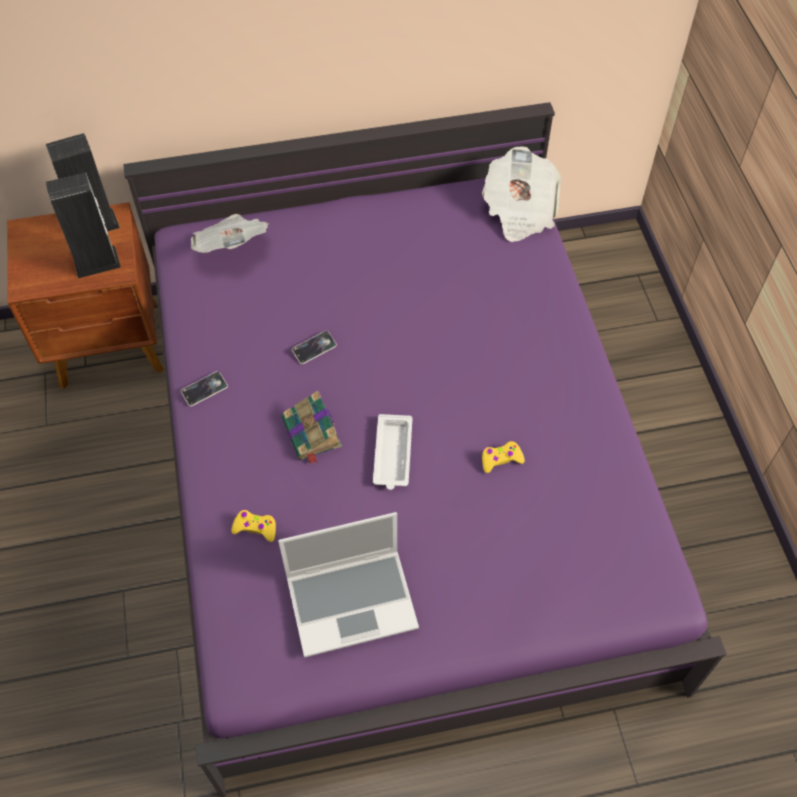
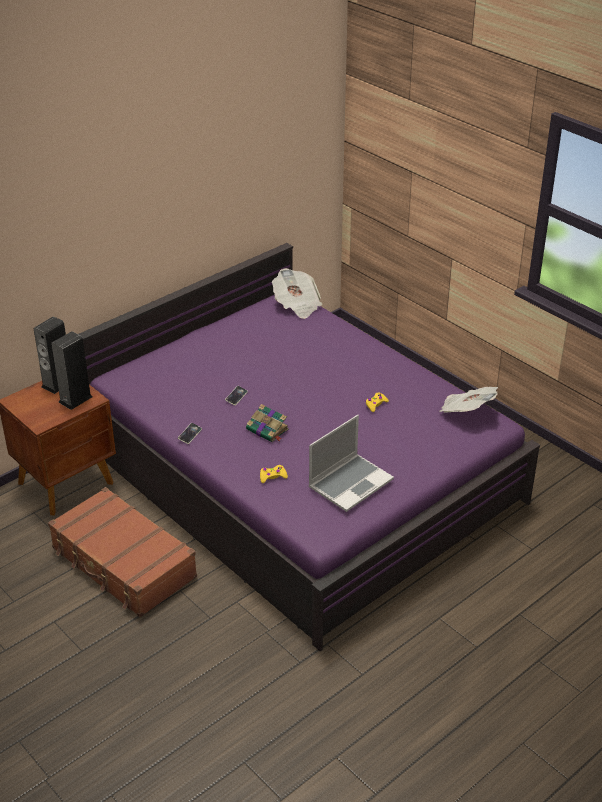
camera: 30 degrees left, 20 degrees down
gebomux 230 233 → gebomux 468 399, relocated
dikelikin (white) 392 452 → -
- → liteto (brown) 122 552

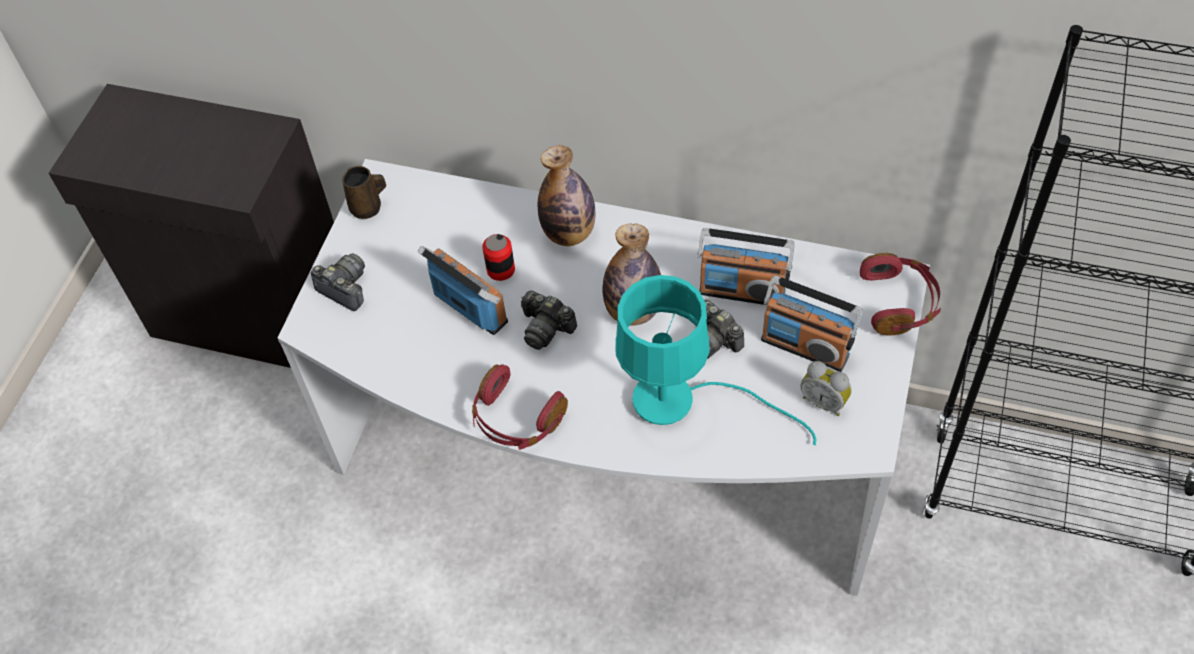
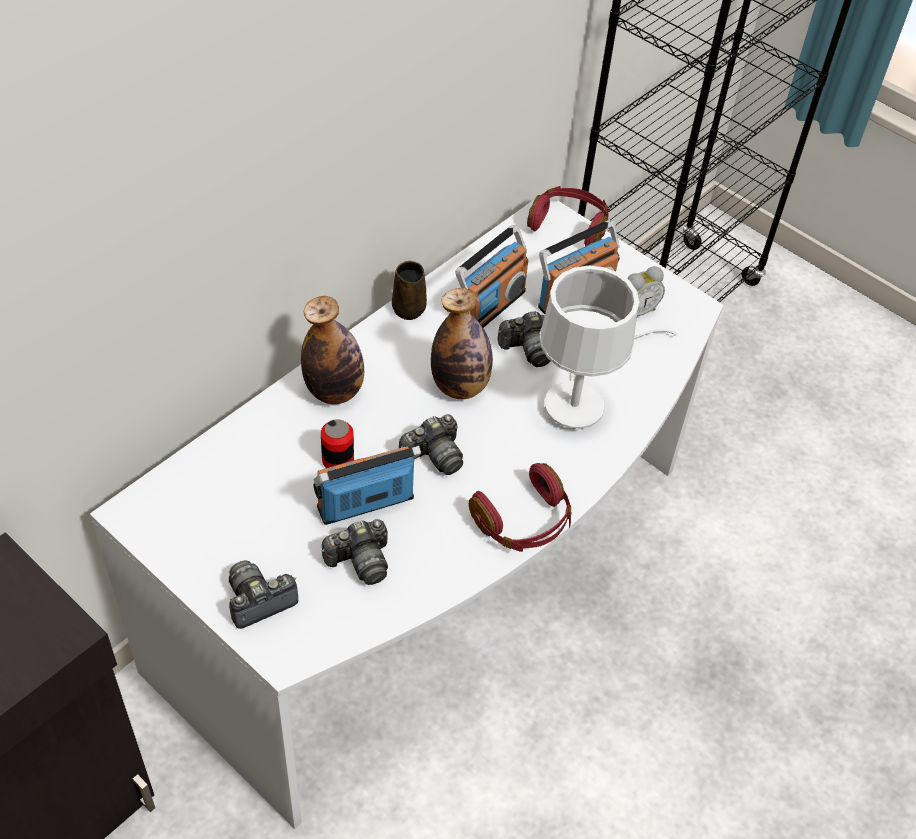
camera: 70 degrees left, 5 degrees down
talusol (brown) 364 192 → talusol (brown) 409 290, relocated
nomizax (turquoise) 715 360 → nomizax (white) 608 347
- → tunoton 355 552

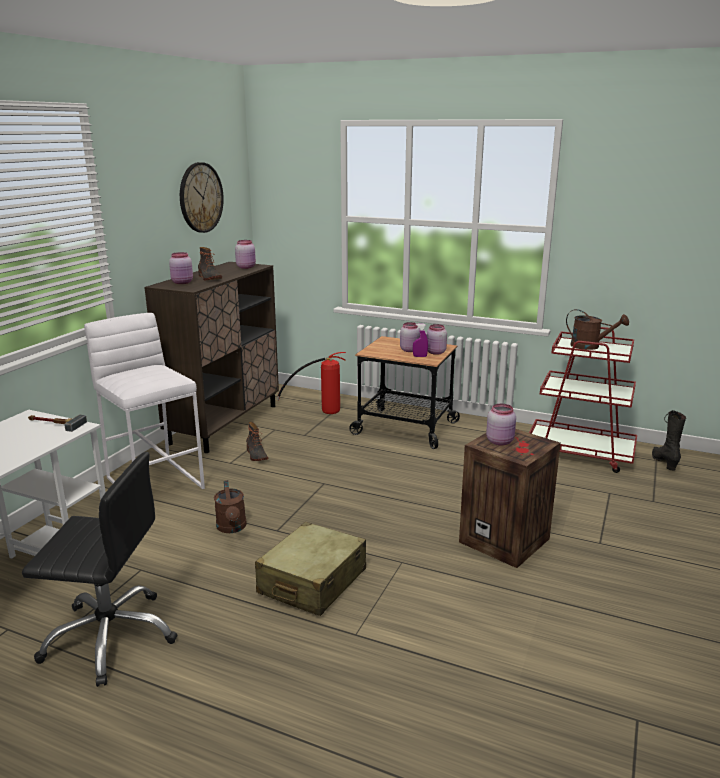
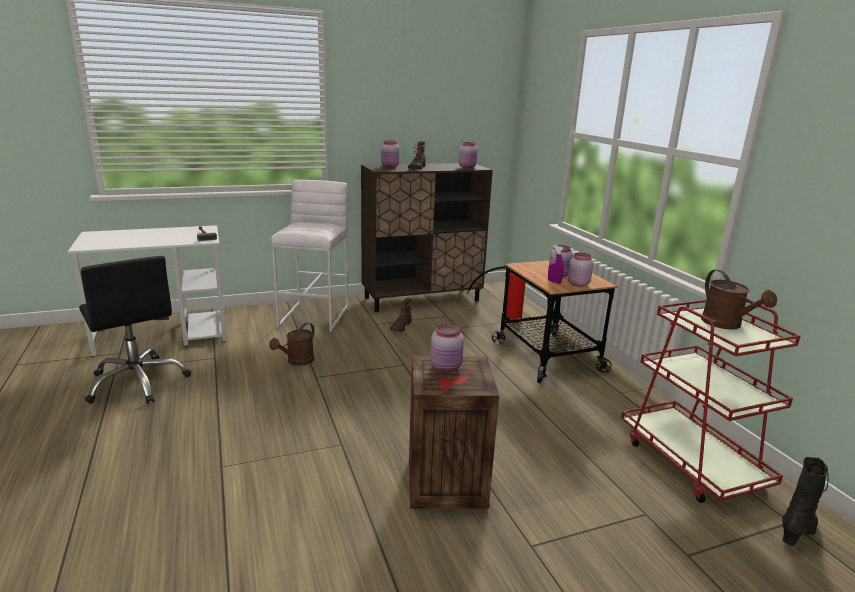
camera: 45 degrees right, 0 degrees up
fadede 202 197 → -
liteto (beige) 310 569 → -

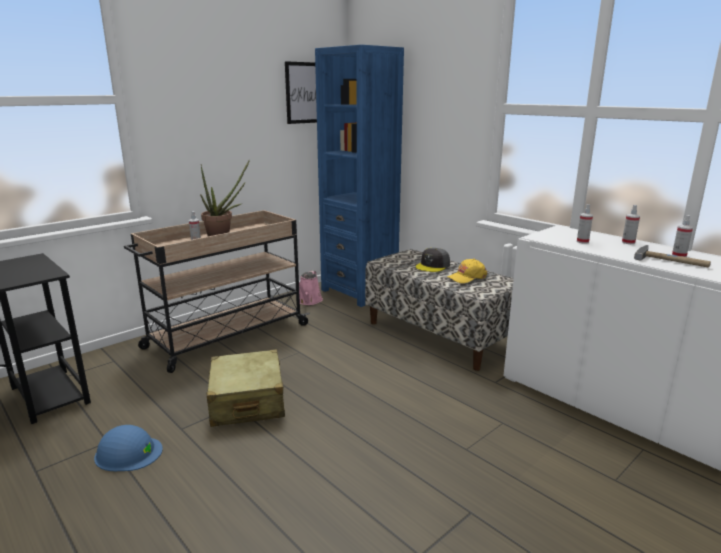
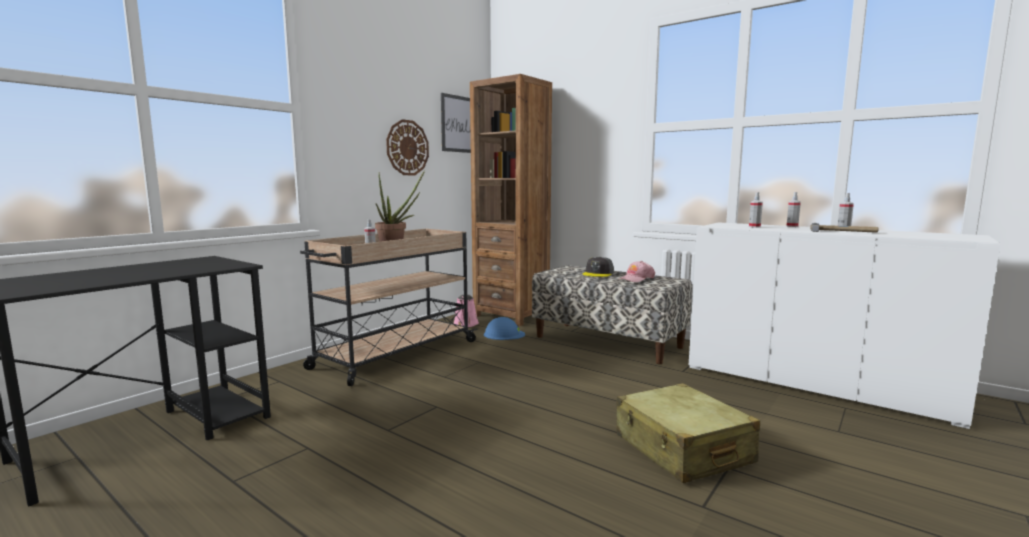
camera: 10 degrees left, 10 degrees down
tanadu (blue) 359 176 → tanadu (brown) 511 200
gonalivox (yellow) 467 271 → gonalivox (pink) 637 271
liteto (beige) 245 388 → liteto (beige) 688 433, relocated
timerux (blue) 128 448 → timerux (blue) 504 328, relocated
- → fadede 407 147

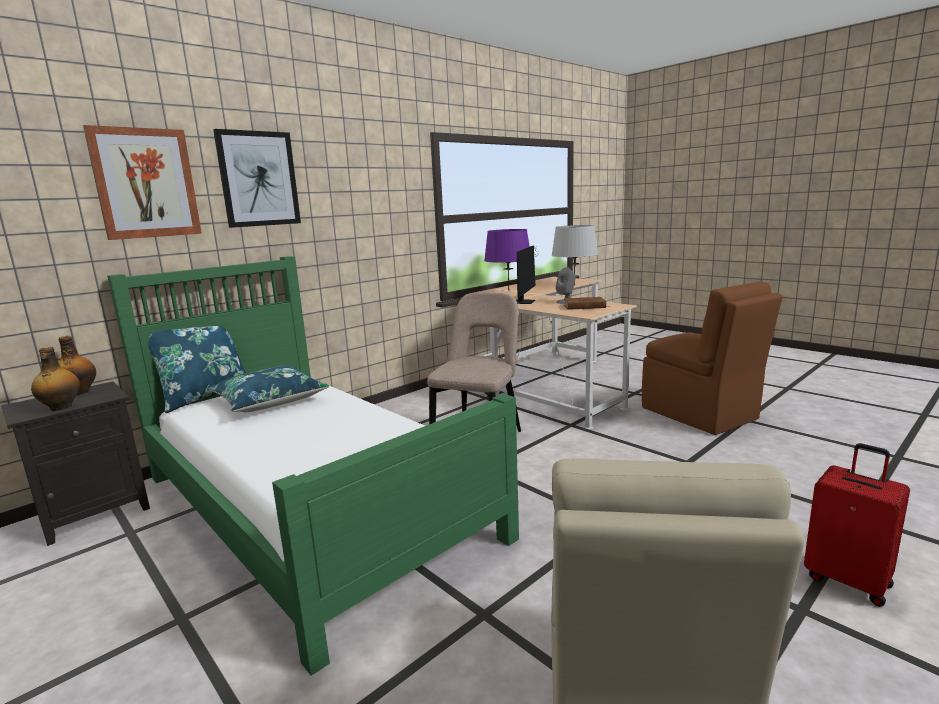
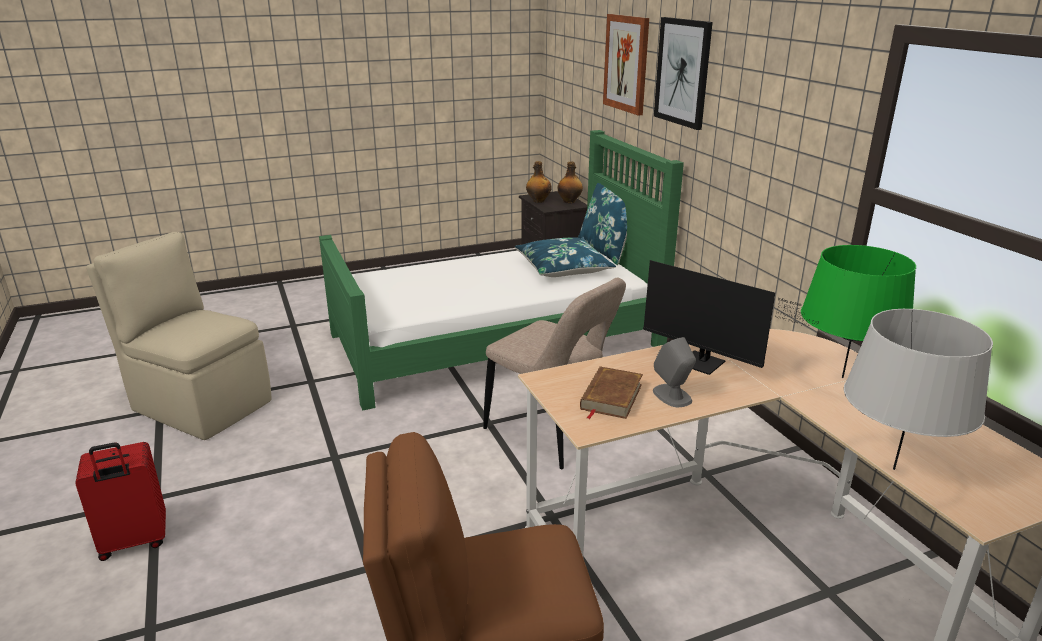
camera: 110 degrees right, 10 degrees up
nomizax (purple) 507 260 → nomizax (green) 858 311

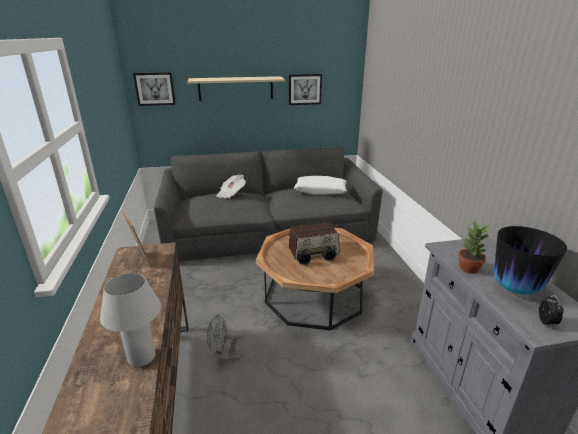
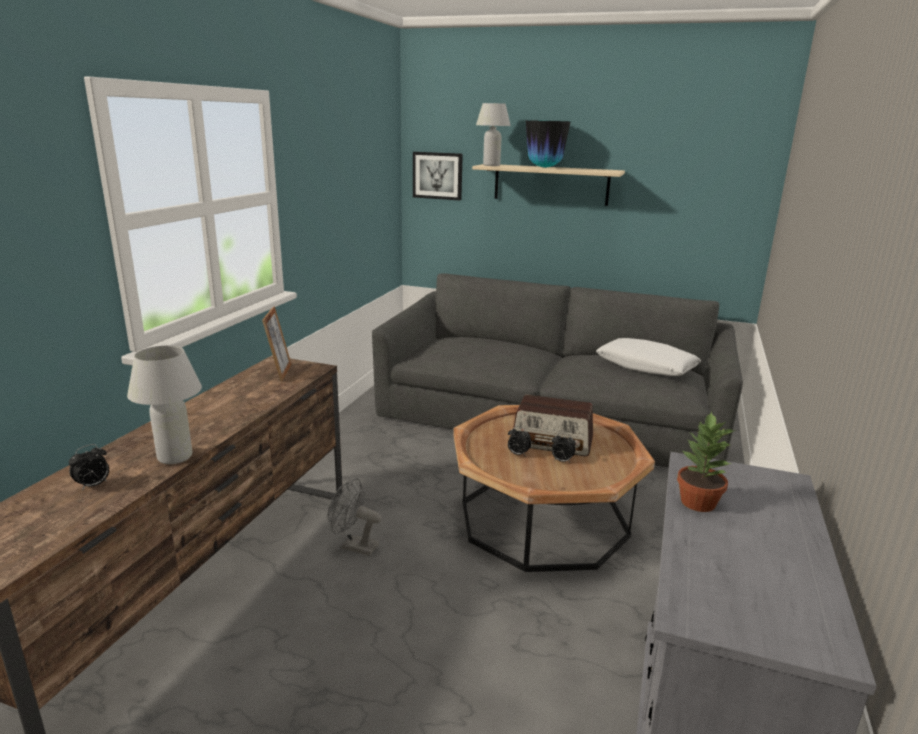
camera: 30 degrees right, 5 degrees down
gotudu 305 89 → -
gebomux 231 186 → -
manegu 530 260 → manegu 548 144, relocated
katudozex 551 312 → katudozex 89 467, relocated
- → nomizax (white) 493 134

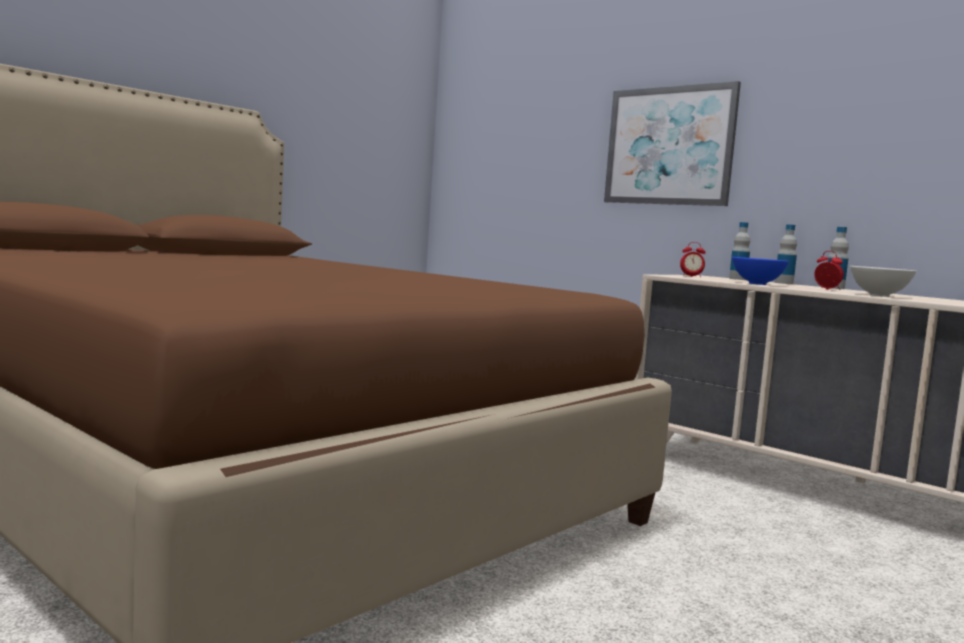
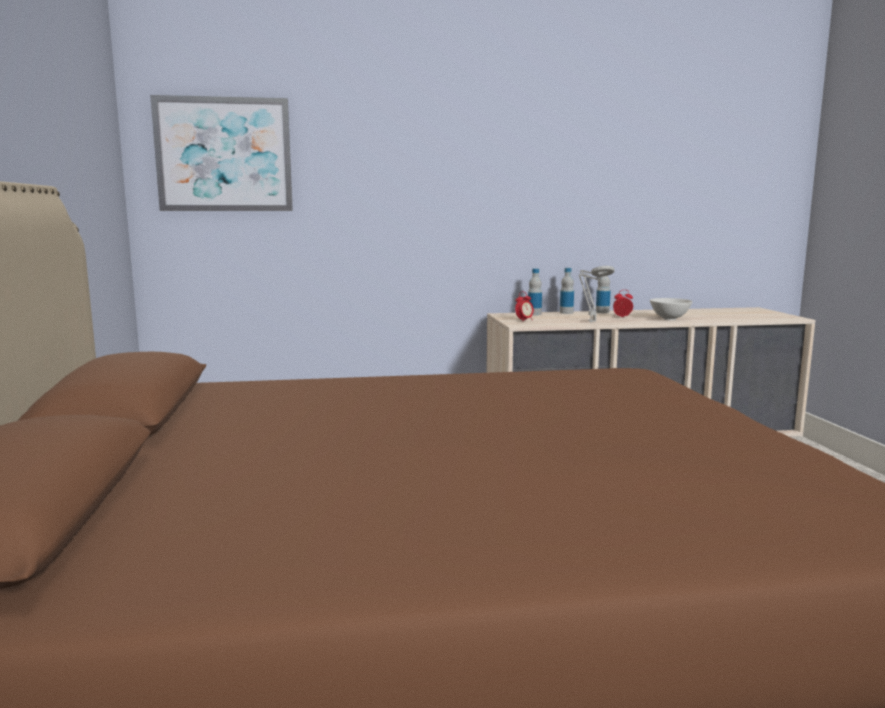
camera: 50 degrees left, 5 degrees up
gotudu 672 143 → gotudu 221 153, relocated
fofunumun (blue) 760 271 → nomizax (grey) 597 294

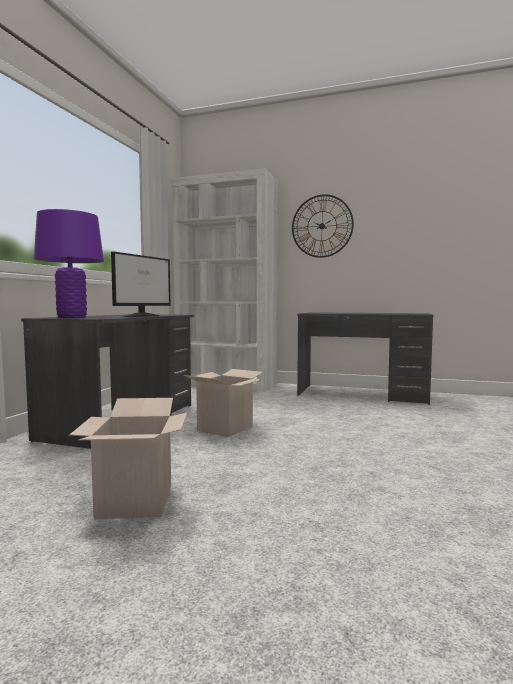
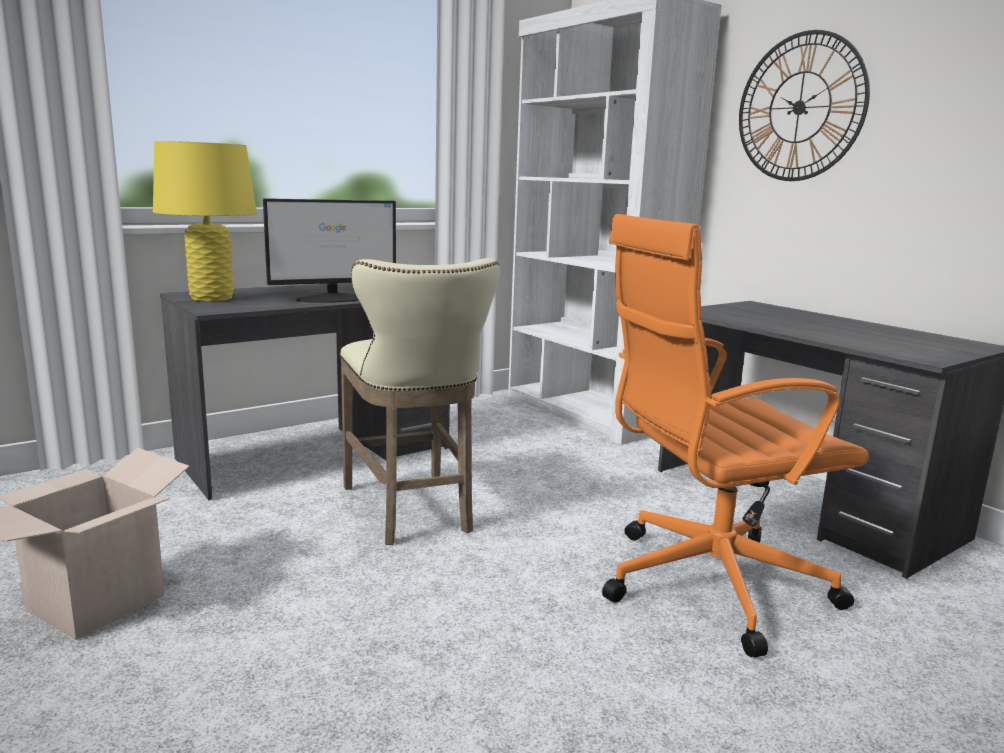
camera: 35 degrees right, 10 degrees up
nomizax (purple) 69 263 → nomizax (yellow) 205 221
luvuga 223 403 → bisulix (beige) 419 401
- → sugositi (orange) 735 435

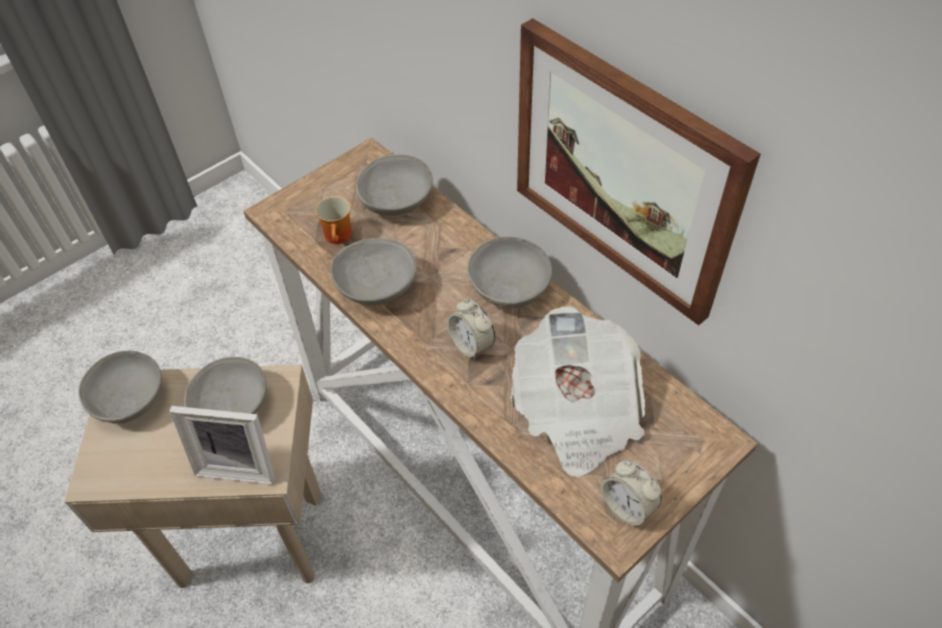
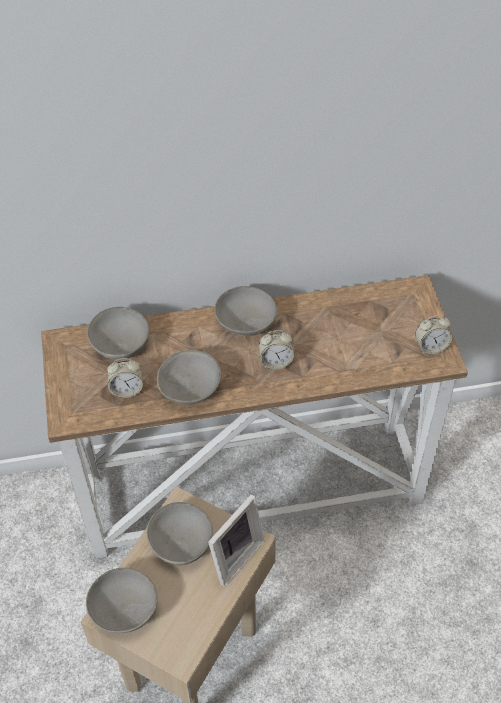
camera: 60 degrees left, 0 degrees up
gotudu 639 171 → -
talusol 333 220 → katudozex 125 378
gebomux 577 391 → -

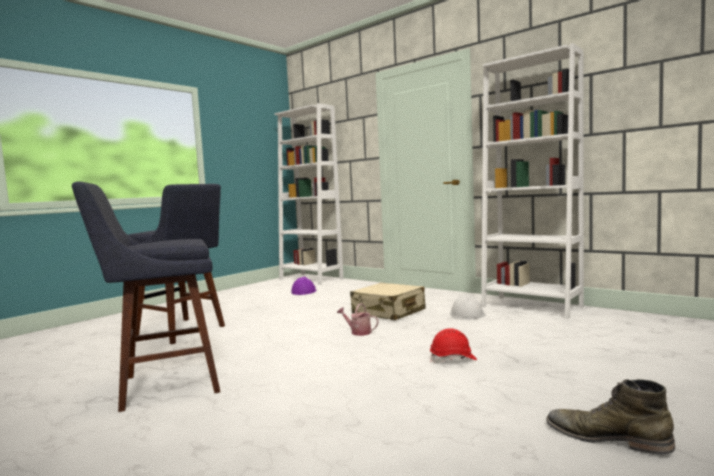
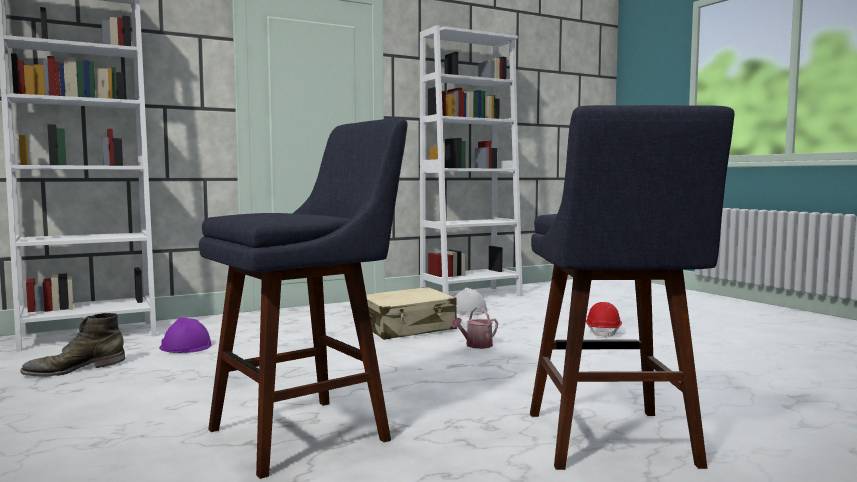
camera: 70 degrees left, 0 degrees up
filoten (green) 610 417 → filoten (green) 72 345, relocated

